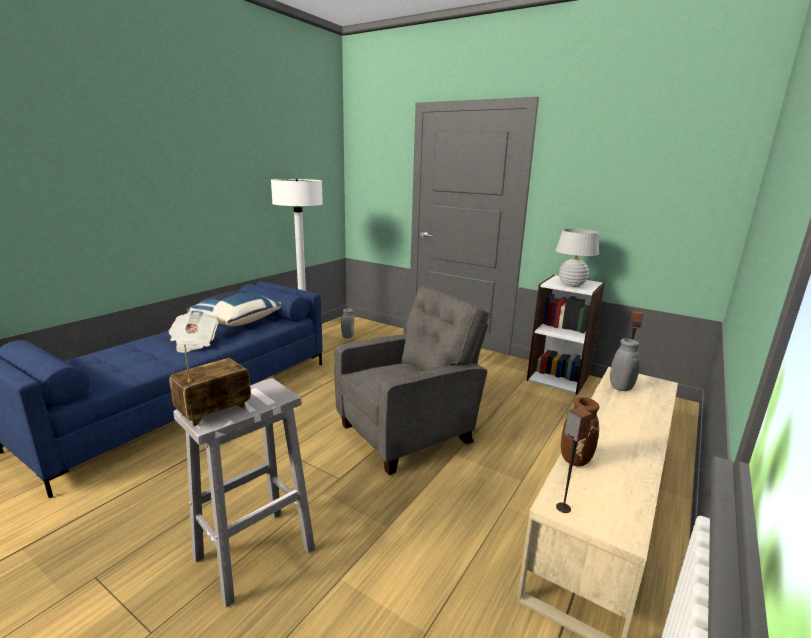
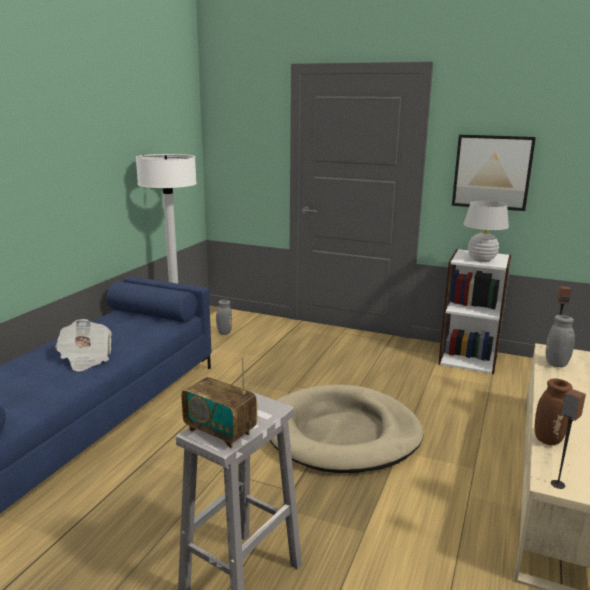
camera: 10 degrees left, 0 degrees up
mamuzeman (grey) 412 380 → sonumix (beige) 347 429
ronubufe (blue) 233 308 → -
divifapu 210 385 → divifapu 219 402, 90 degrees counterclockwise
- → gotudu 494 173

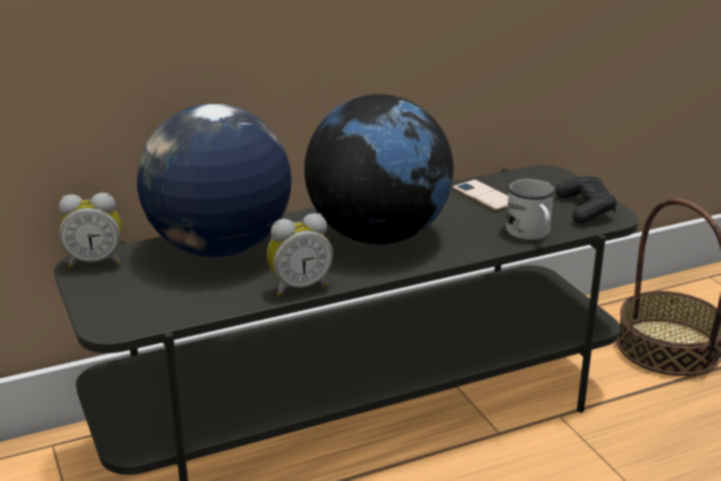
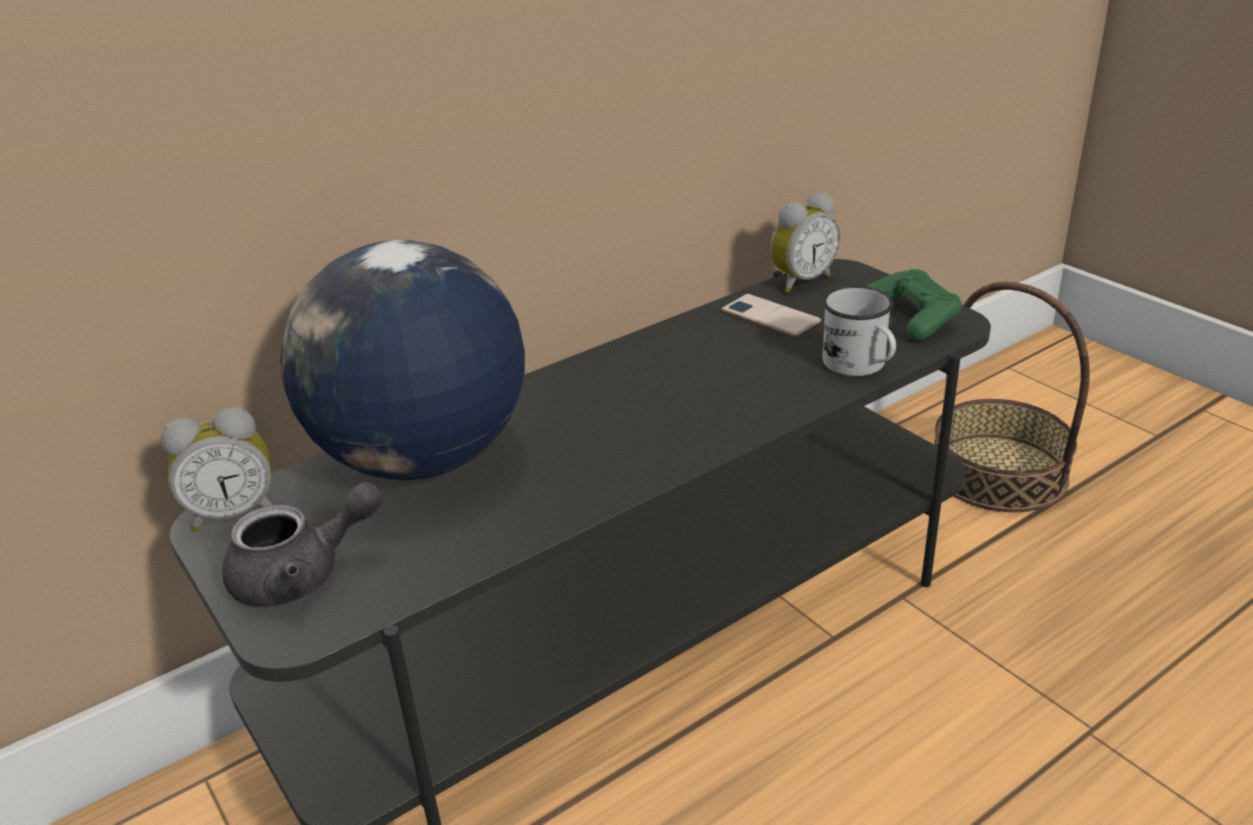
camera: 10 degrees left, 5 degrees up
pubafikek 378 169 → -
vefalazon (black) 586 200 → vefalazon (green) 914 305
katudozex 300 255 → katudozex 805 242, relocated
- → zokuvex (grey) 302 544

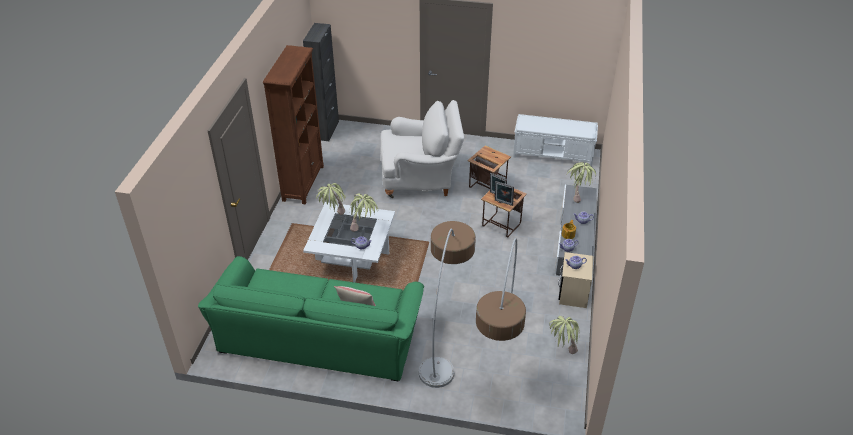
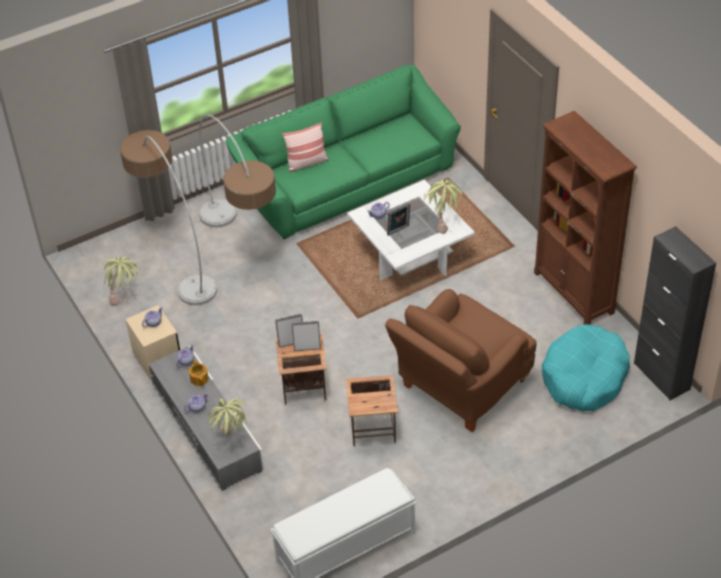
camera: 140 degrees right, 5 degrees up
mamuzeman (white) 422 149 → mamuzeman (brown) 461 360
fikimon 363 212 → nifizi 398 219
- → sonumix (turquoise) 586 367

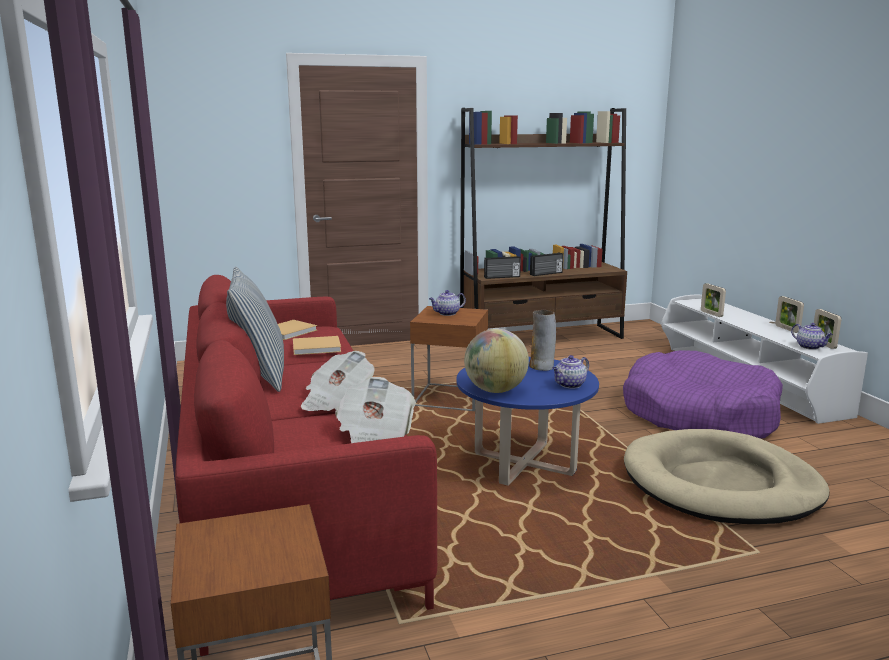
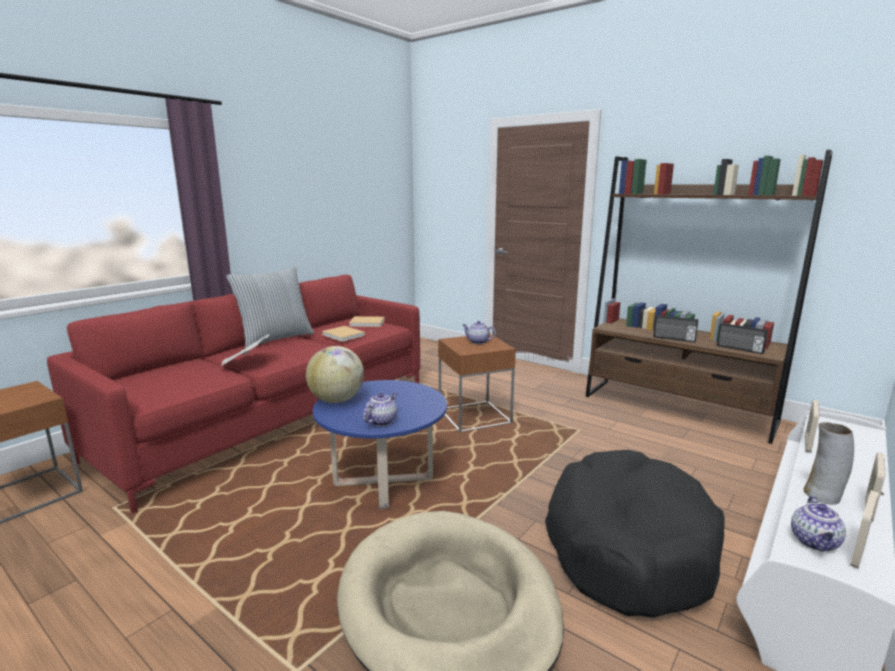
camera: 55 degrees right, 0 degrees up
divifapu 502 267 → divifapu 742 338, relocated
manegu 542 340 → manegu 829 463, relocated
sonumix (purple) 703 394 → sonumix (black) 635 534
zokuvex 570 371 → zokuvex 380 409, 105 degrees clockwise
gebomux 375 410 → -

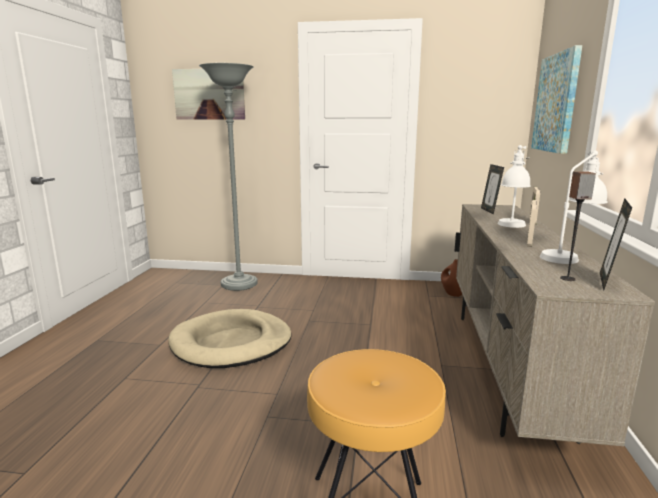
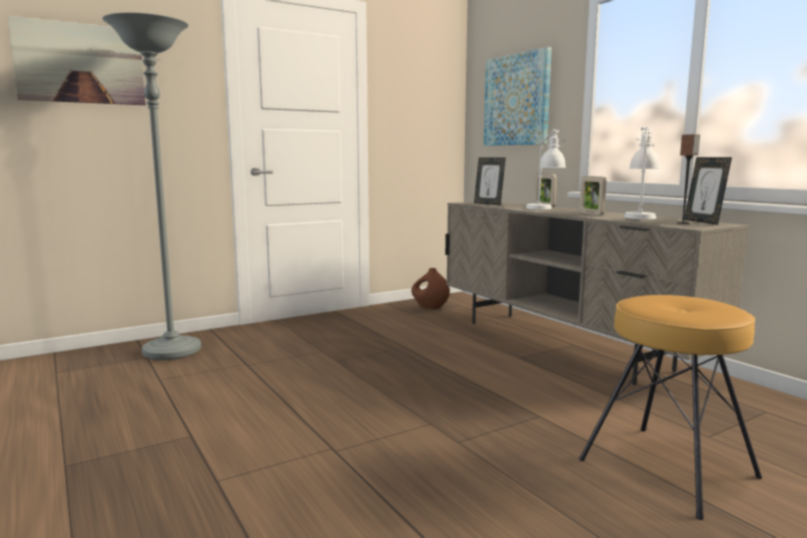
camera: 40 degrees left, 5 degrees down
sonumix (beige) 230 338 → -

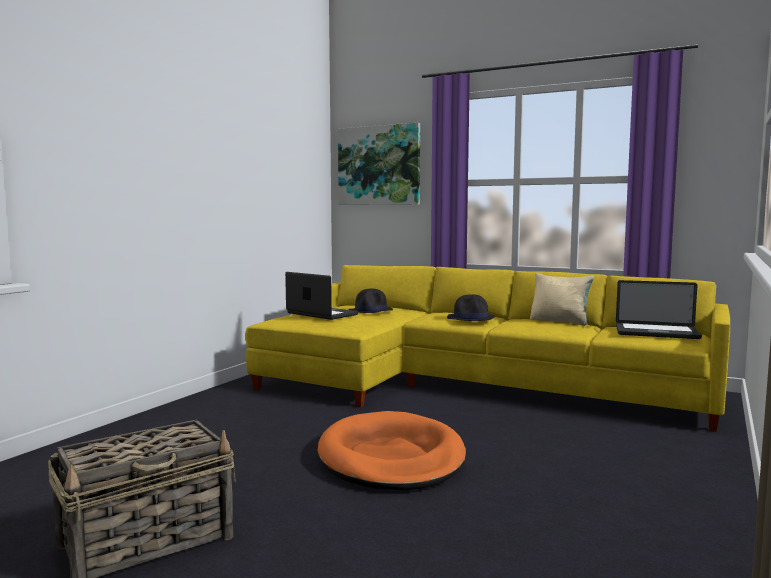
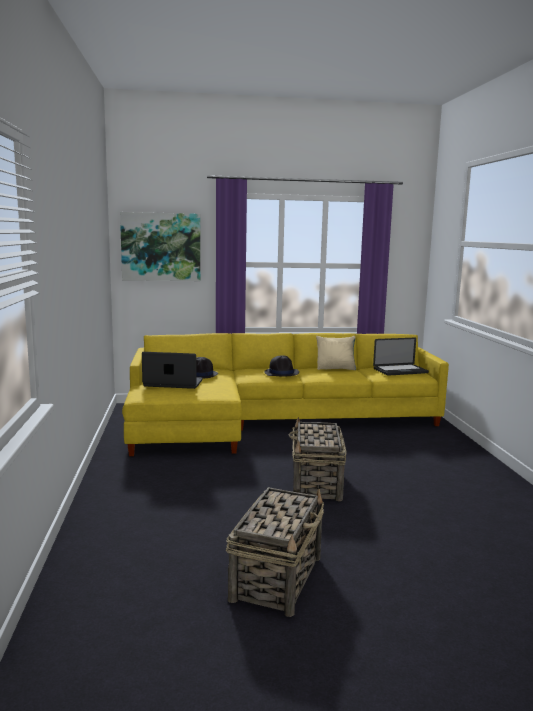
camera: 35 degrees left, 5 degrees up
sonumix (orange) 391 450 → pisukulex 317 459

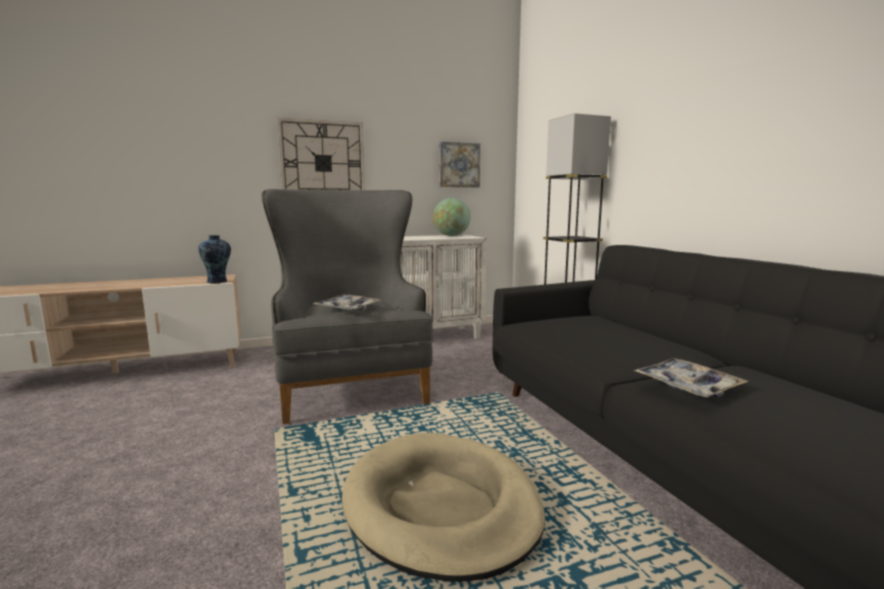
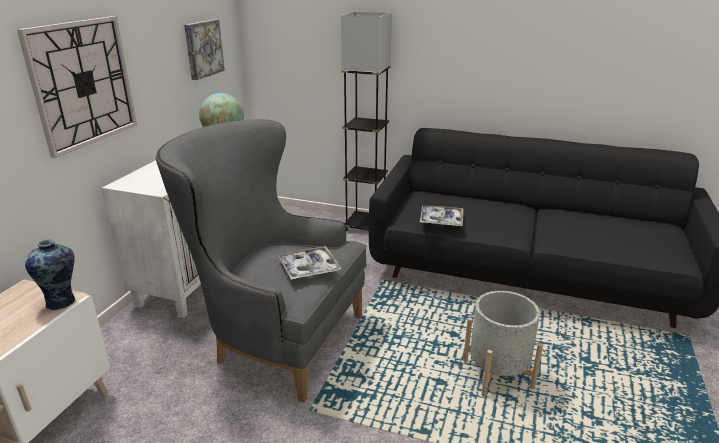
camera: 50 degrees left, 15 degrees up
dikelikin 691 378 → dikelikin 441 216, relocated
sonumix (beige) 443 506 → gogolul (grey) 503 344

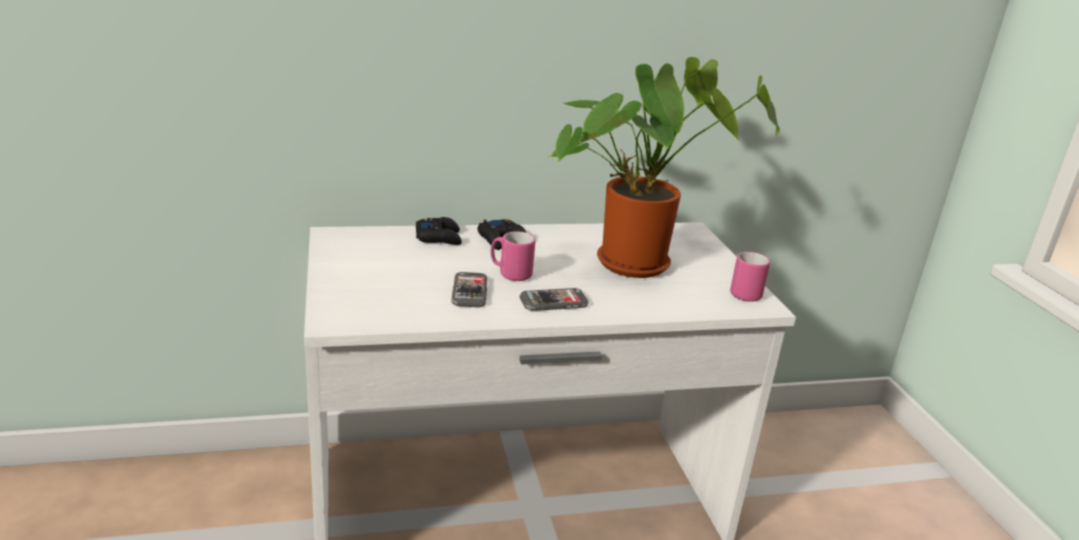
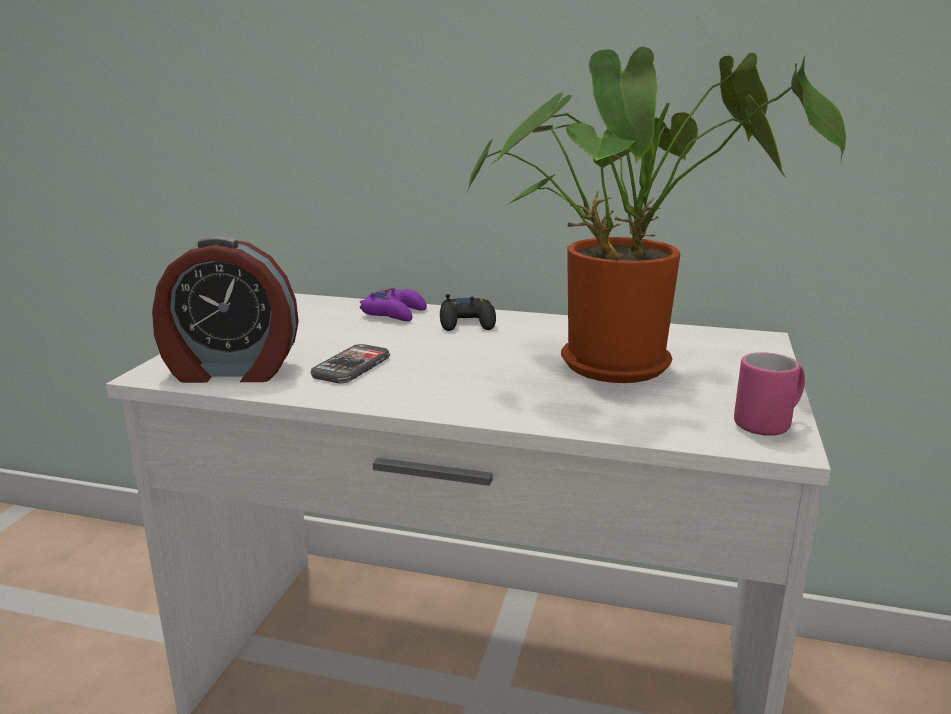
camera: 30 degrees right, 5 degrees down
vefalazon (black) 439 231 → vefalazon (purple) 393 304
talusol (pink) 512 256 → -
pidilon 554 299 → -
- → katudozex 225 309

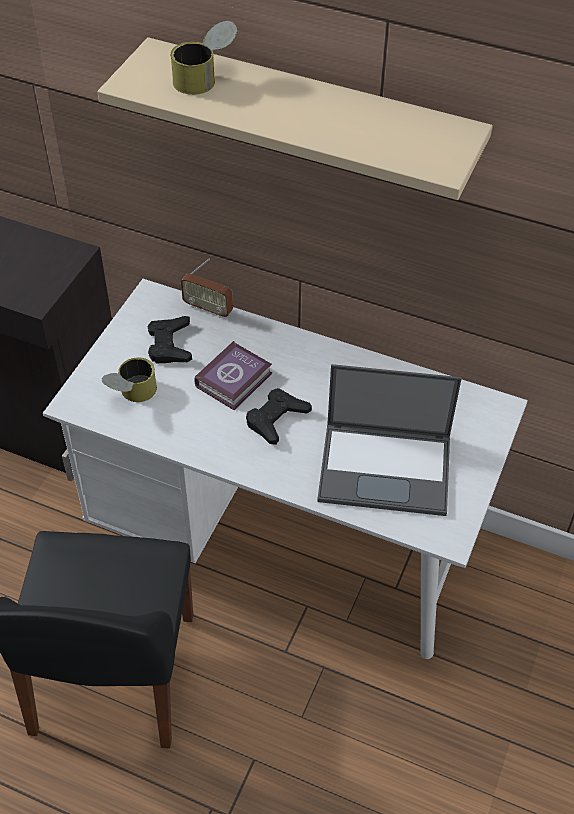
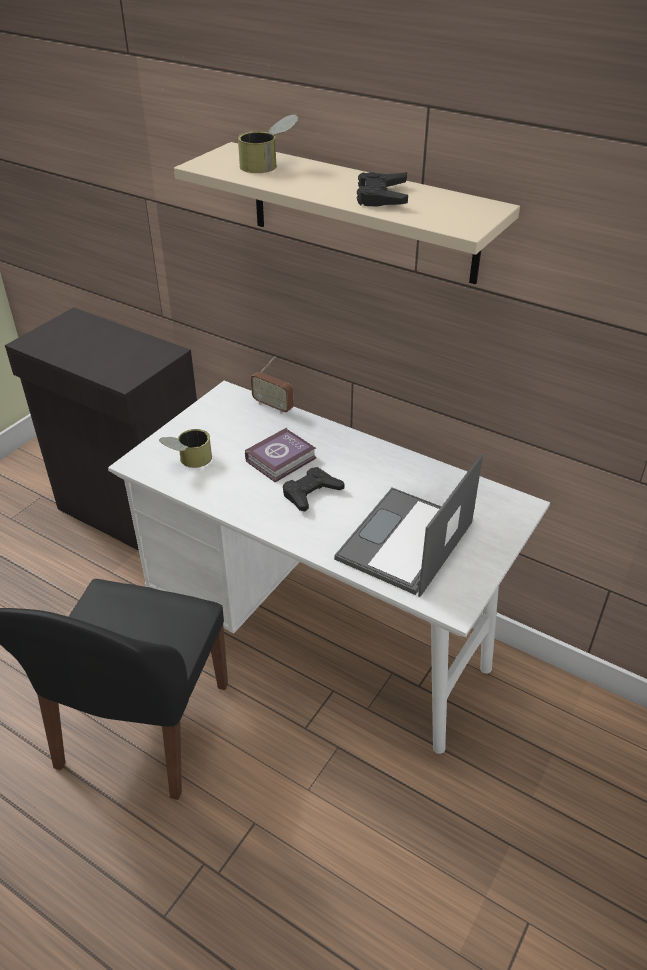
camera: 10 degrees right, 10 degrees down
vefalazon (black) 170 339 → vefalazon (black) 382 189, relocated
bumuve 389 440 → bumuve 408 525, 105 degrees clockwise

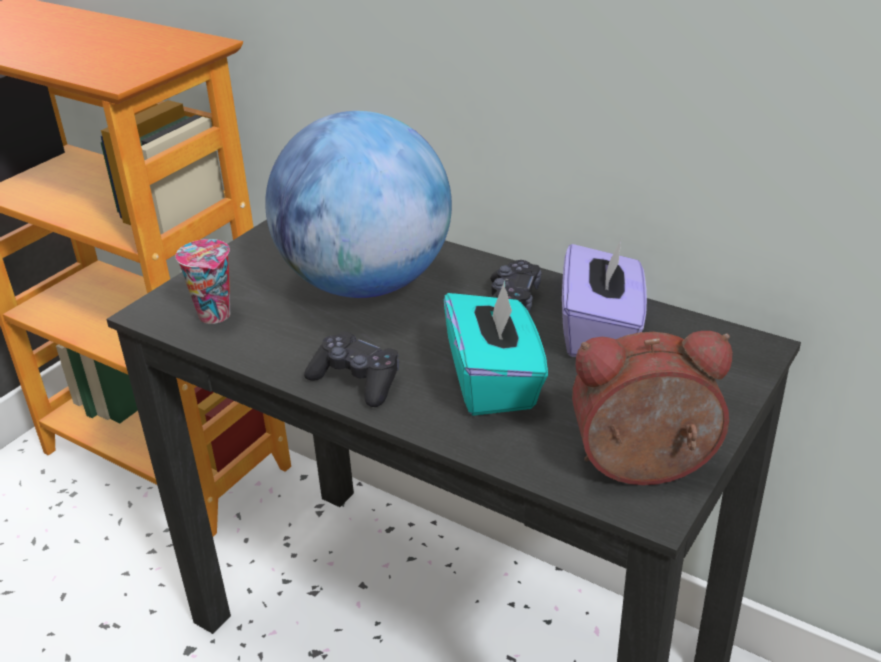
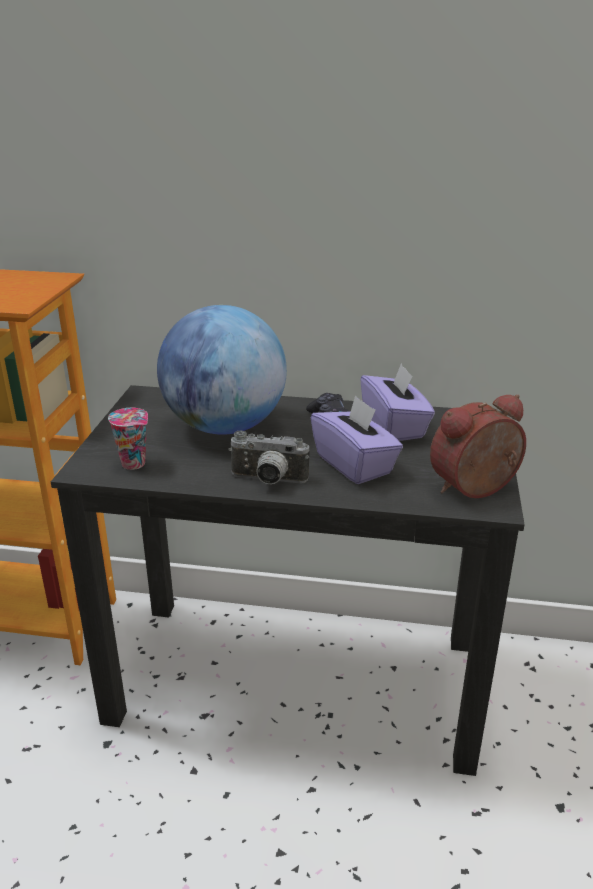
camera: 25 degrees left, 5 degrees down
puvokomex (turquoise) 496 348 → puvokomex (purple) 357 439
vefalazon (black) 351 369 → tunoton 269 457

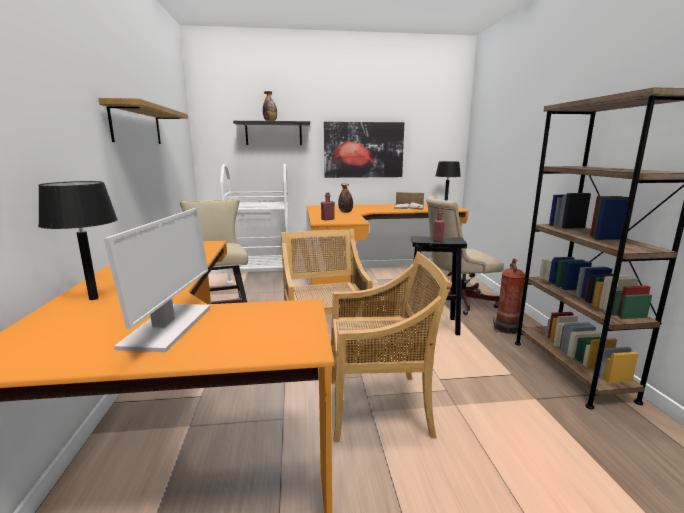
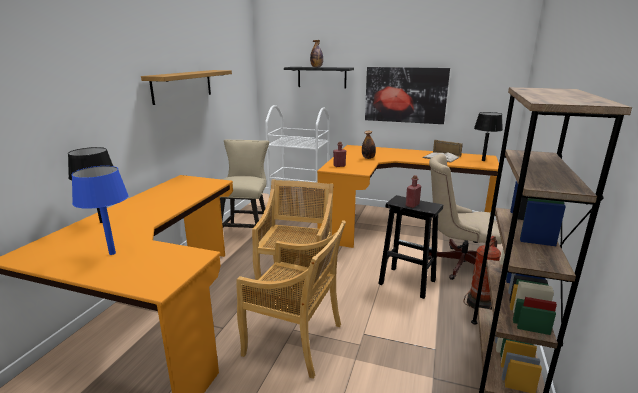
camera: 25 degrees right, 5 degrees up
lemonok 156 280 → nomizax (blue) 100 210

